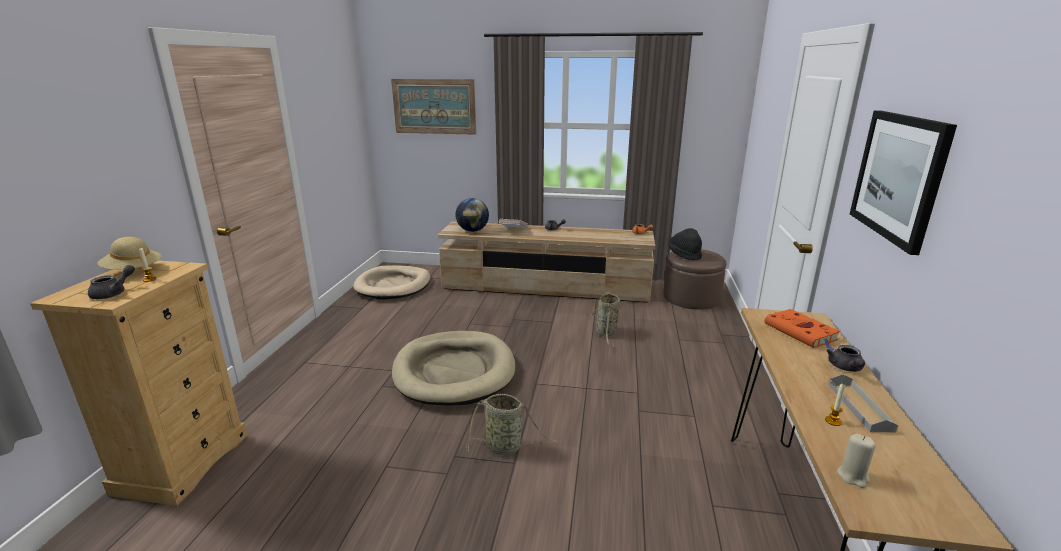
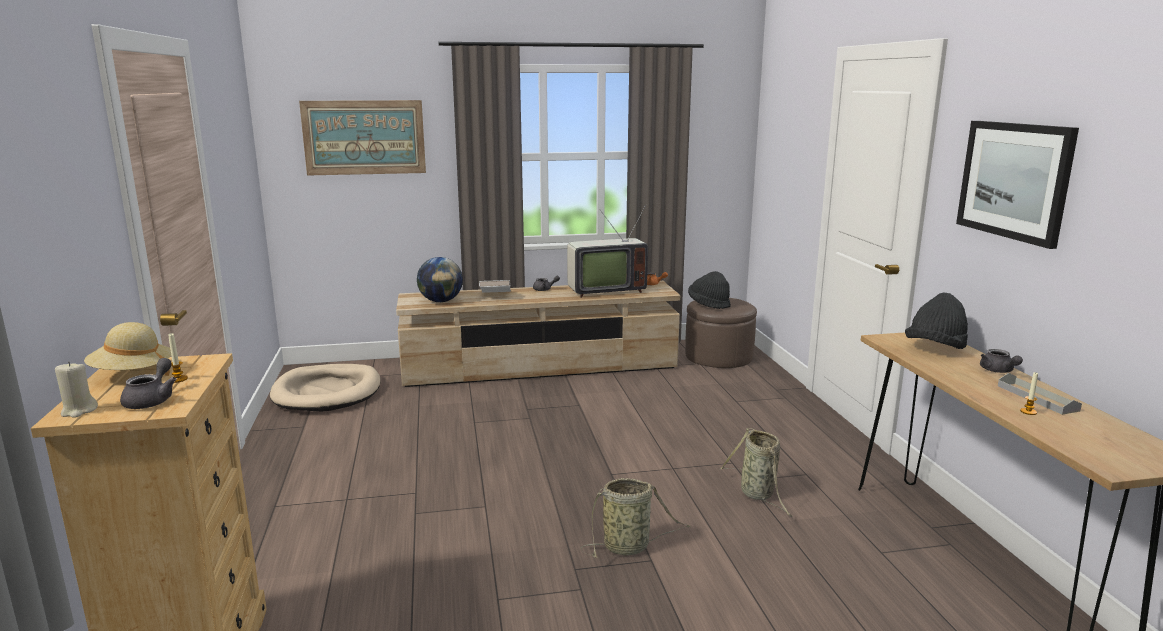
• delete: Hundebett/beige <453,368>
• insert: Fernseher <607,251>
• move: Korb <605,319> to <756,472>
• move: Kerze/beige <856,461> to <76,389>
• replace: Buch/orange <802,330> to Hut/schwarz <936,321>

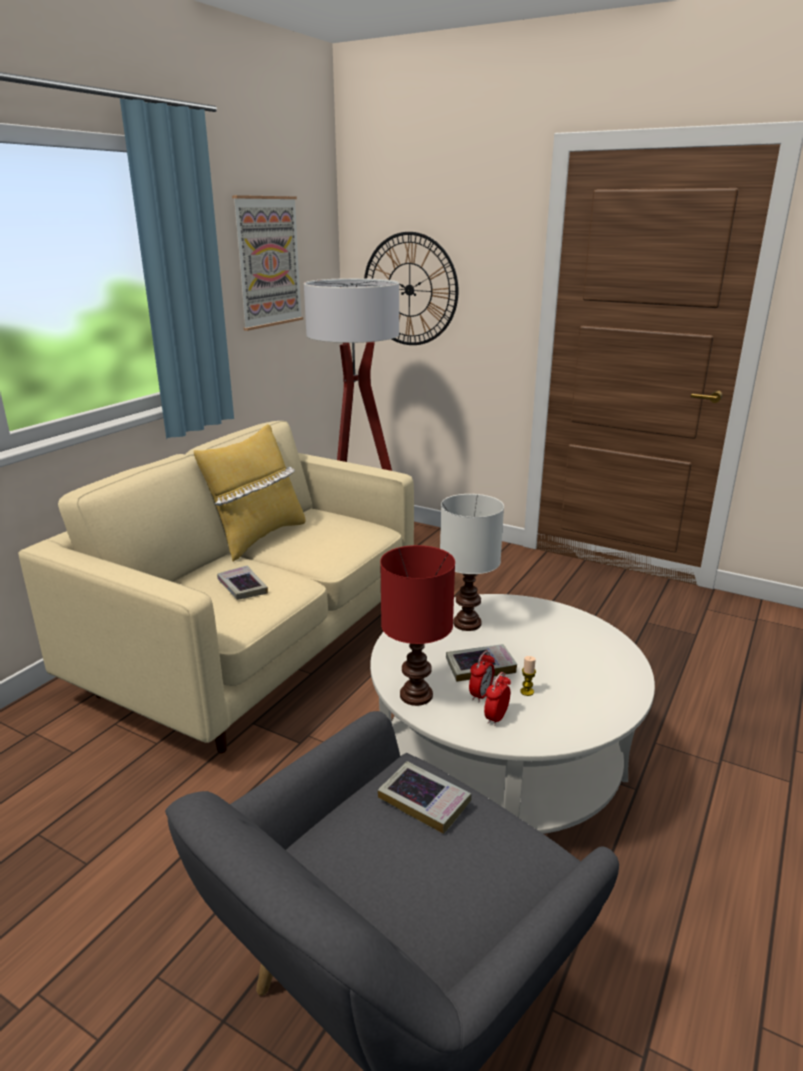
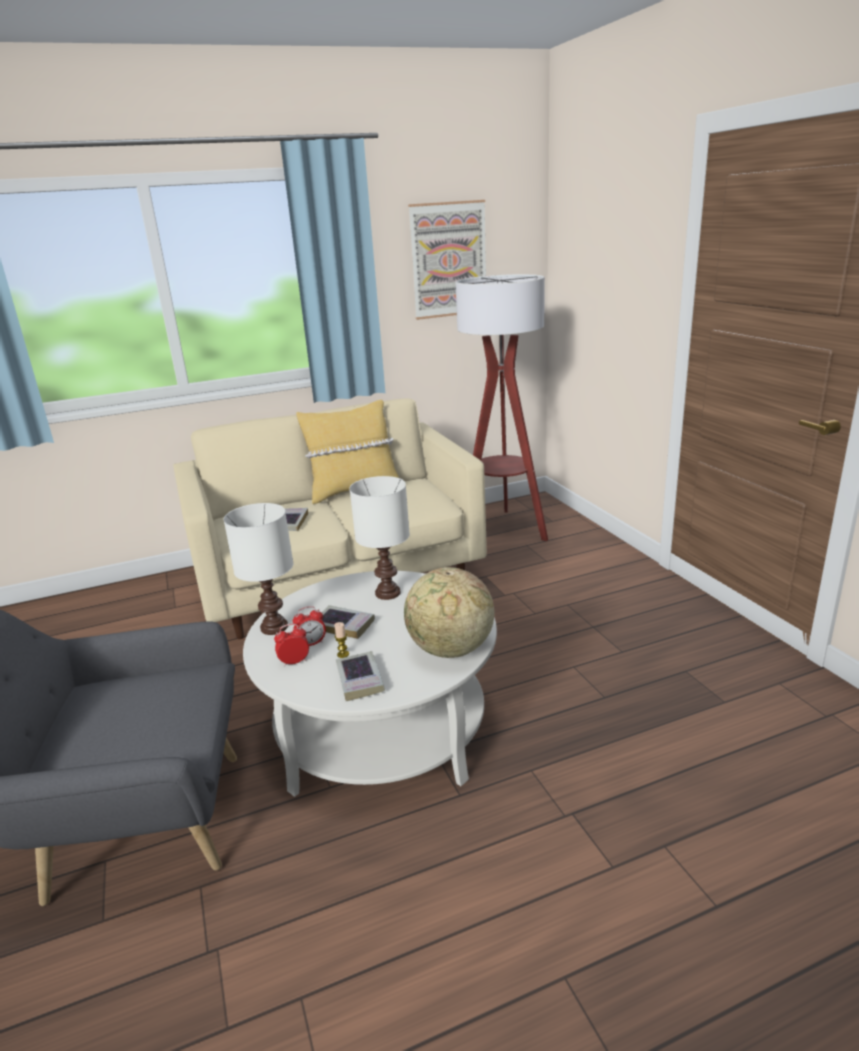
• delete: Wanduhr <411,288>
• insert: Globus <449,612>
• move: Buch <424,797> to <360,676>
• recolor: Tischlampe/rot <417,625> to Tischlampe/weiß <258,569>

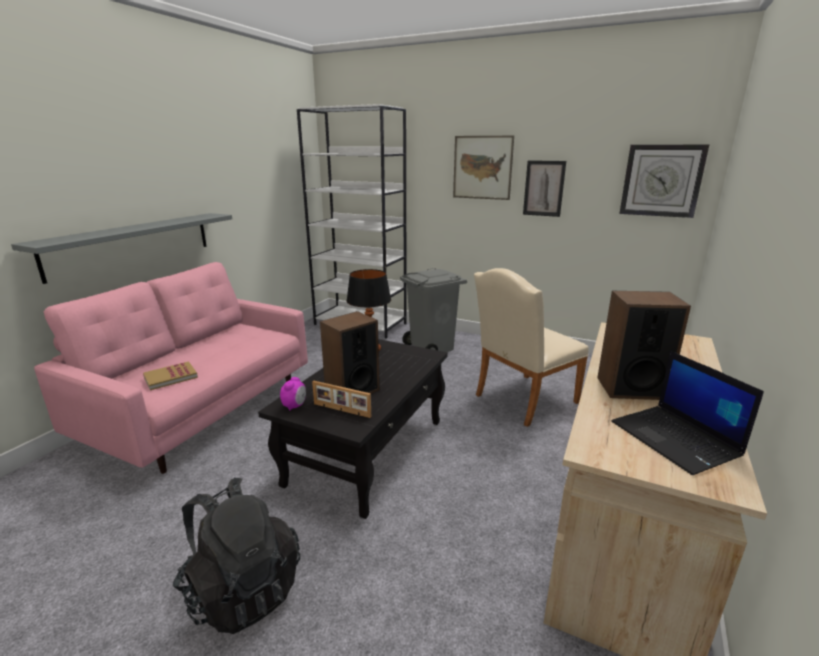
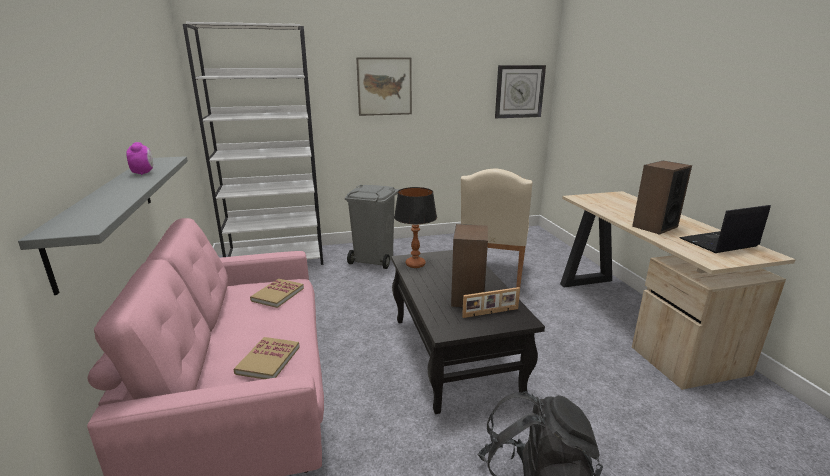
• delete: Bild <544,188>
• insert: Buch <277,293>
• move: Wecker <293,394> to <139,158>
• rotate: Laptop <687,413> = <725,229> 135 degrees clockwise

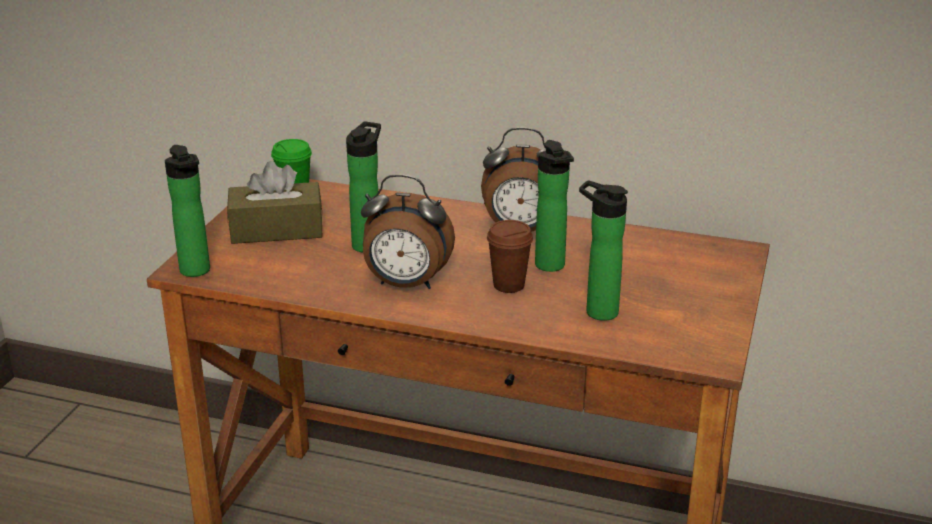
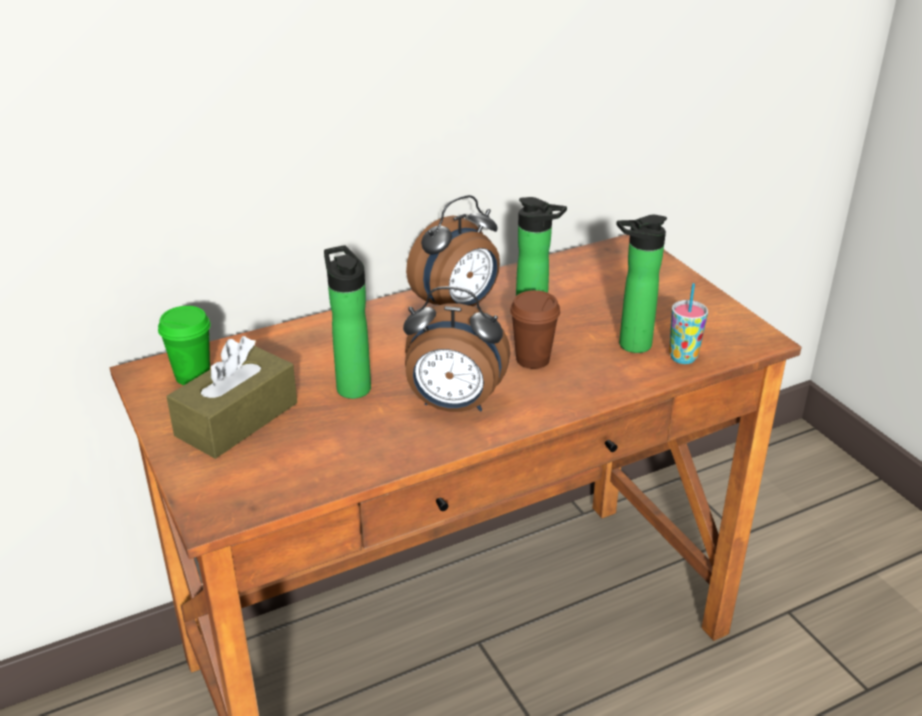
• delete: Flasche <187,211>
• insert: Tasse <688,323>
• rotate: Wecker <408,231> = <456,349> 45 degrees clockwise

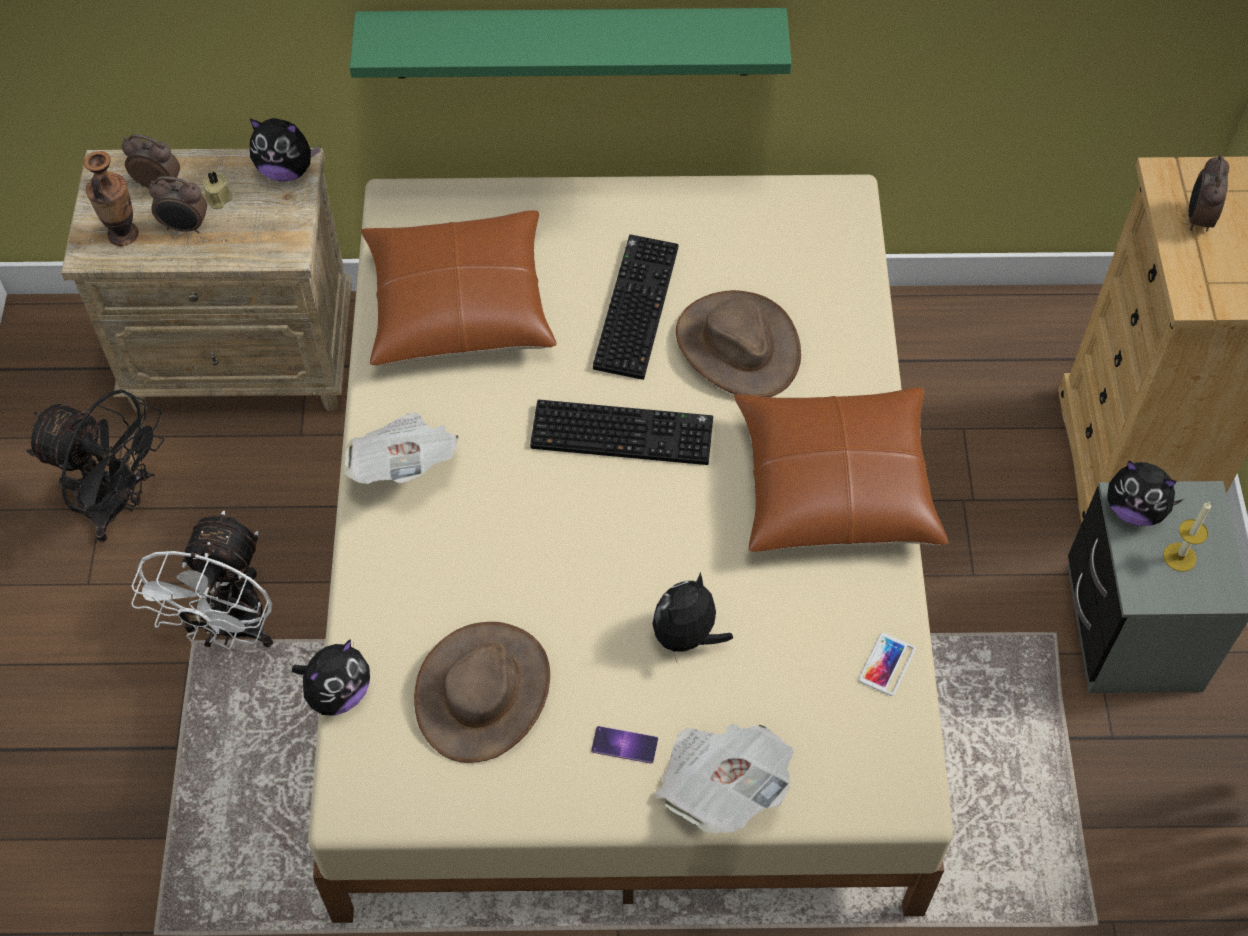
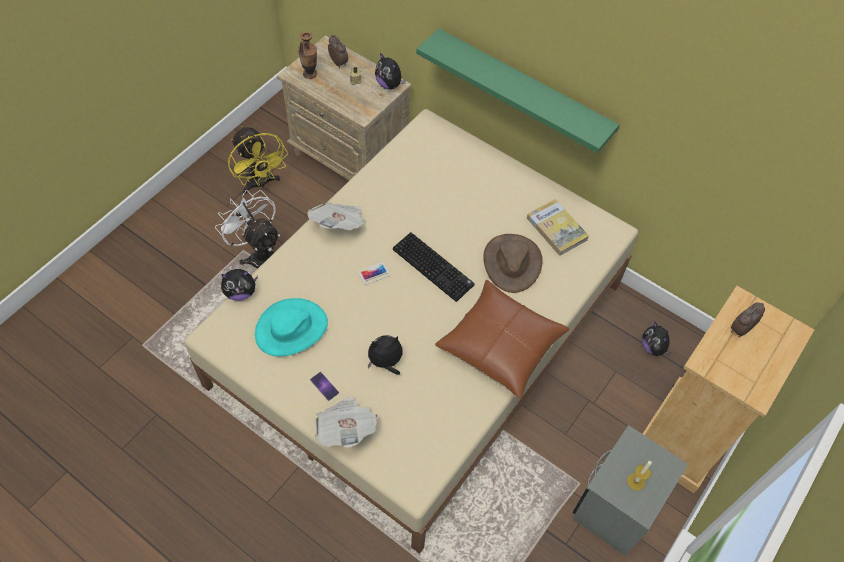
• delete: Wecker <178,205>
• delete: Kissen/braun <459,288>
• delete: Tastatur <636,307>
• insert: Buch <558,227>
• move: Handy <887,664> to <374,273>
• move: Plüschtier <1145,493> to <657,339>
• recolor: Ventilator/schwarz <95,465> to Ventilator/gelb <258,160>
• recolor: Hut/braun <482,692> to Hut/türkis <291,327>
• rotate: Ventilator/weiß <202,580> = <247,229> 90 degrees clockwise

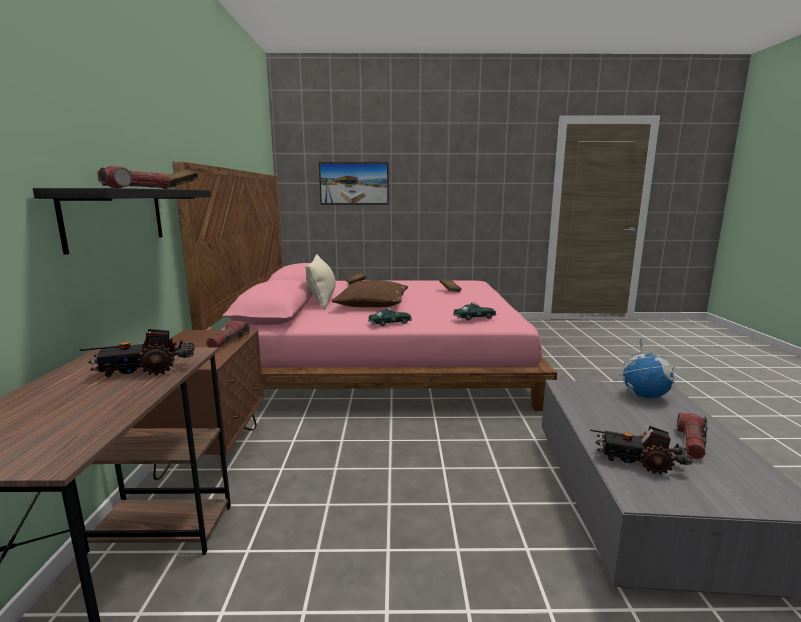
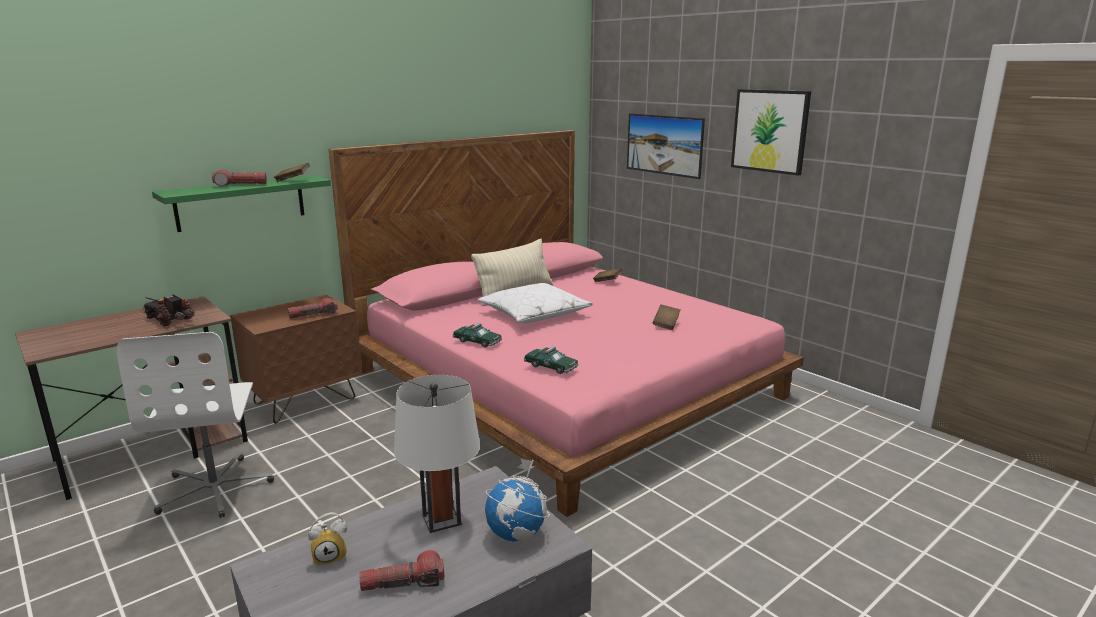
• insert: Bürostuhl/weiß <195,425>
• insert: Tischlampe/weiß <437,454>
• insert: Bild <771,132>
• replace: Spielzeuglaster <641,450> to Wecker <327,539>
• recolor: Wandregal/schwarz <122,221> to Wandregal/grün <241,203>
• recolor: Kissen/braun <369,294> to Kissen/weiß <535,303>

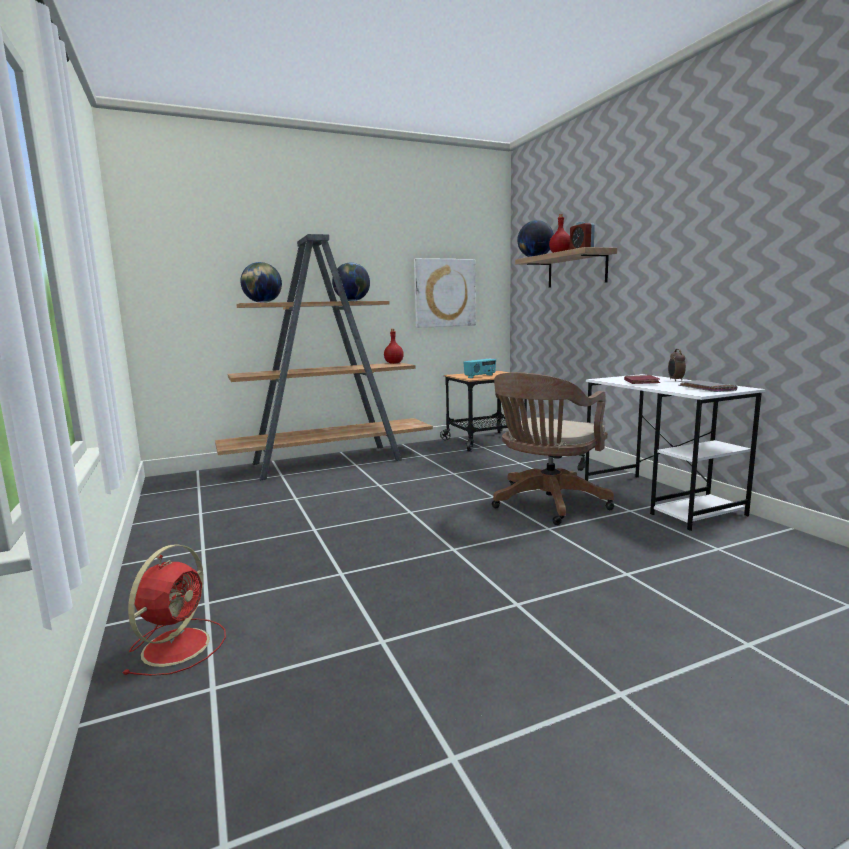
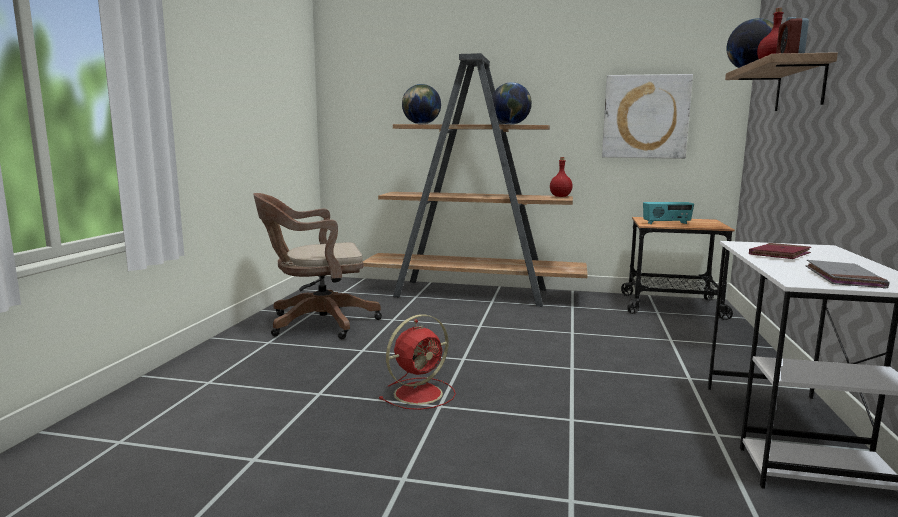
• delete: Wecker <677,365>
• move: Ventilator/rot <174,610> to <417,362>
• move: Bürostuhl/braun <553,448> to <317,266>

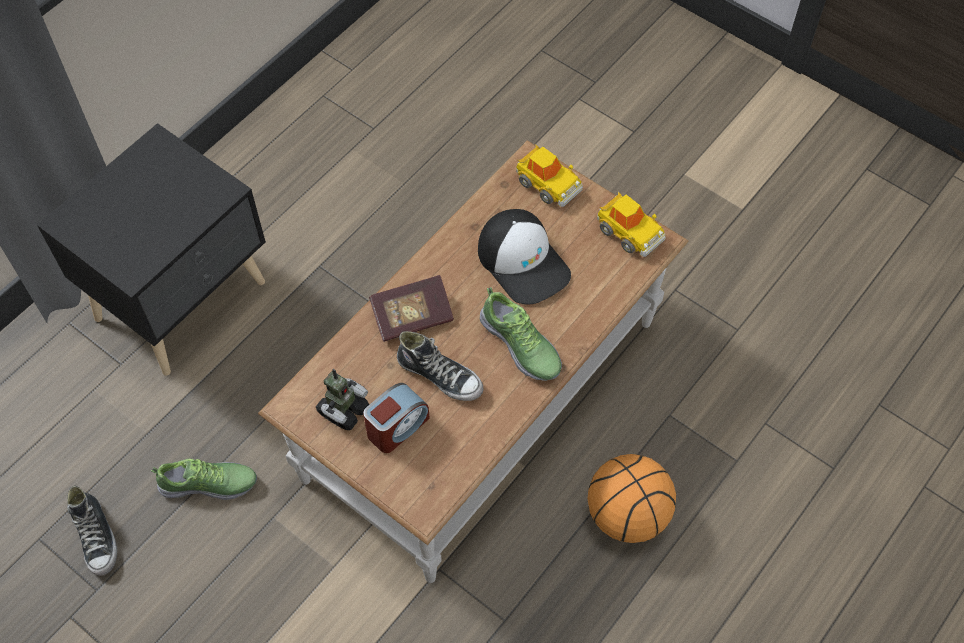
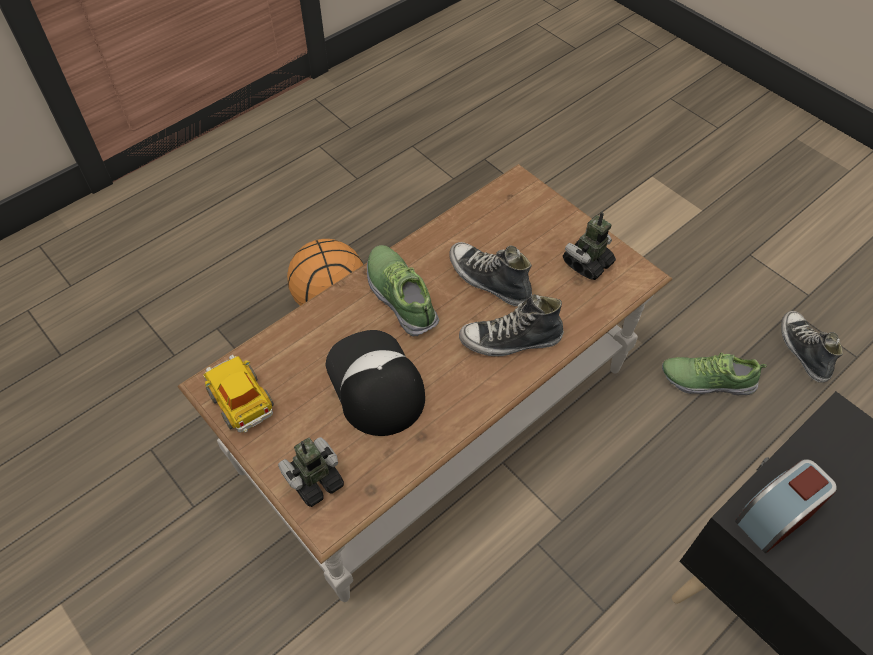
• move: Wecker <396,418> to <786,506>
• replace: Buch <411,308> to Schuh <511,325>
• replace: Spielzeugauto <549,176> to Spielzeugroboter <311,472>

